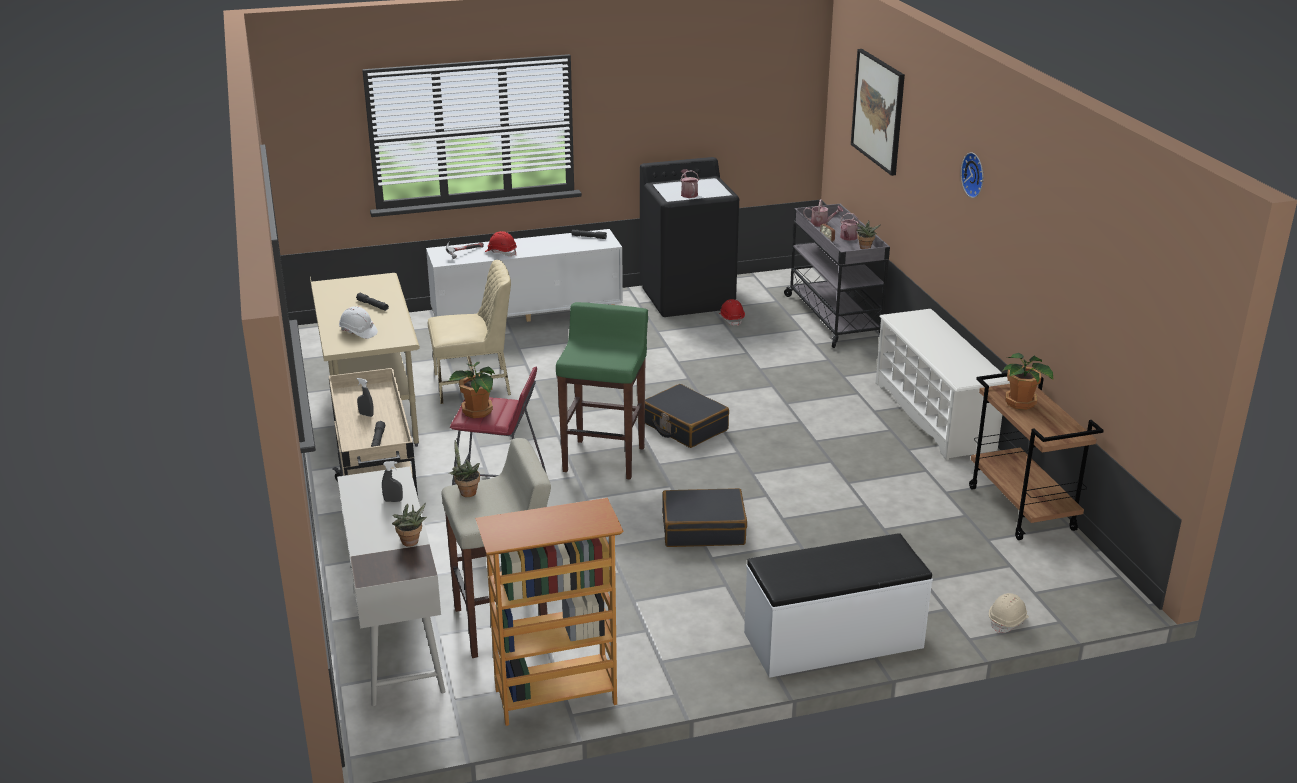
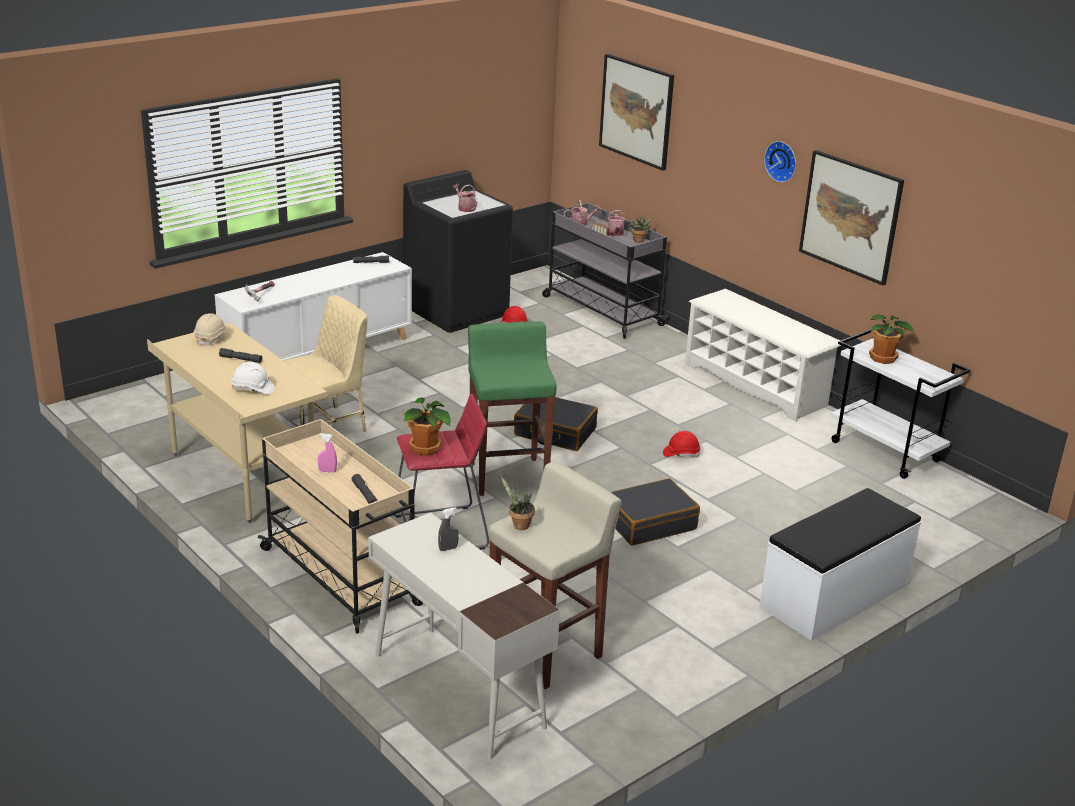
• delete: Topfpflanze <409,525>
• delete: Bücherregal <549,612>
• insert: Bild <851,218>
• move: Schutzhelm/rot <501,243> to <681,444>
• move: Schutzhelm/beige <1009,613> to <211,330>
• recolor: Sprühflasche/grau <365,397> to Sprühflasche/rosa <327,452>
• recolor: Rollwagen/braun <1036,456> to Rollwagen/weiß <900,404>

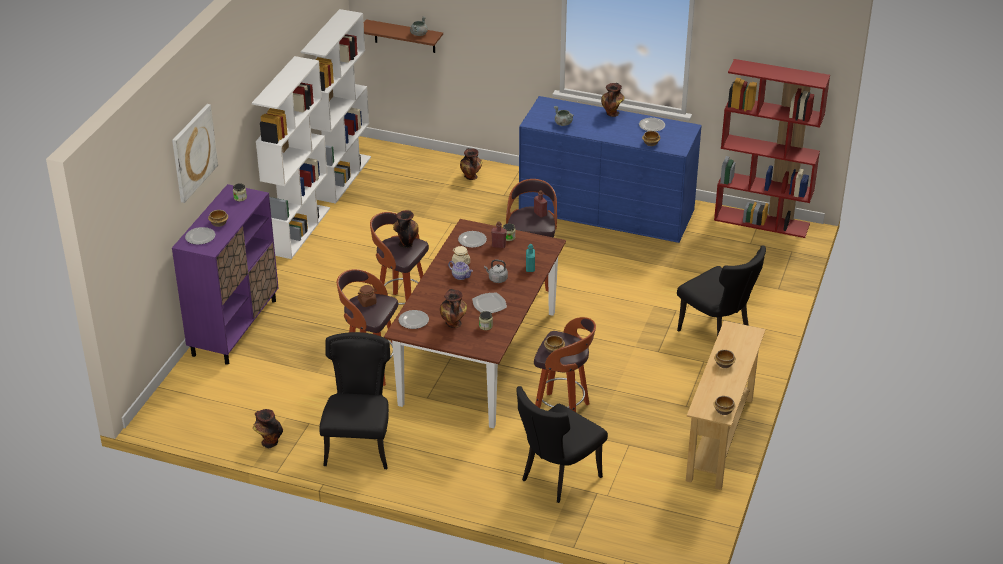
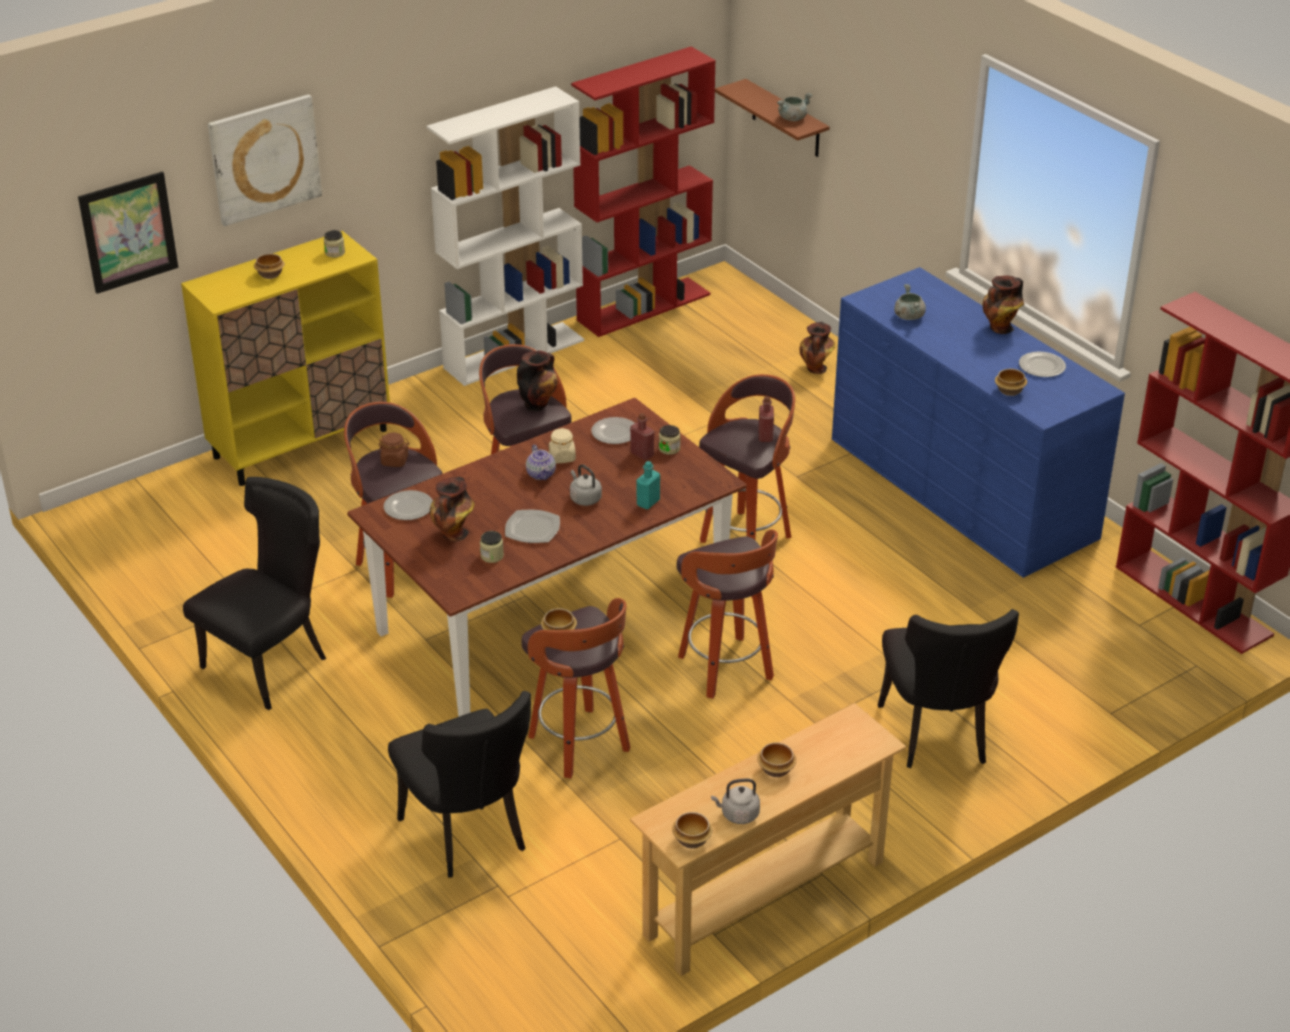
• delete: Teller <200,236>
• delete: Vase <268,428>
• insert: Bild <128,233>
• insert: Hocker <727,614>
• insert: Wasserkessel/grau <735,801>
• recolor: Schrank/lila <225,274> to Schrank/gelb <285,358>
• recolor: Bücherregal/weiß <336,106> to Bücherregal/rot <643,192>
• rotate: Stuhl/schwarz <562,444> = <459,784> 105 degrees counterclockwise

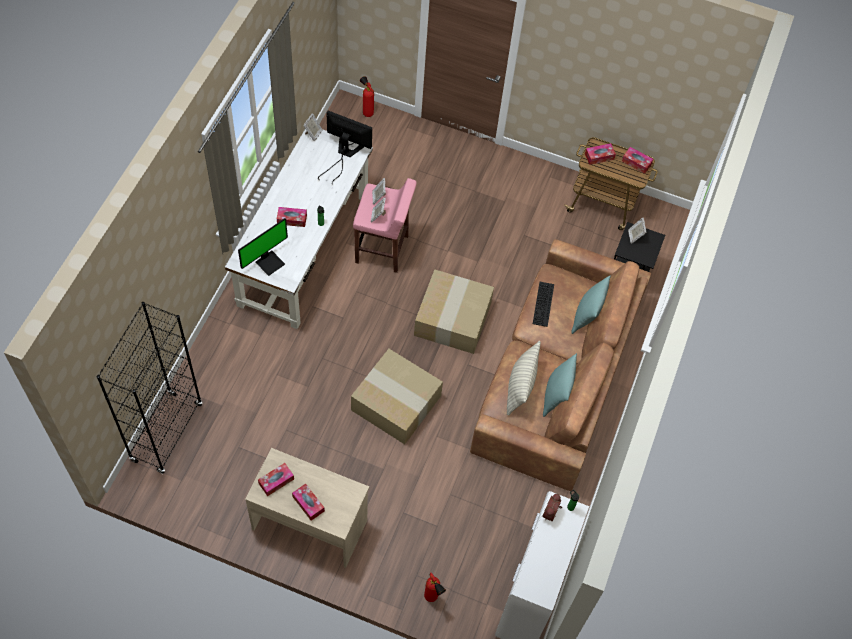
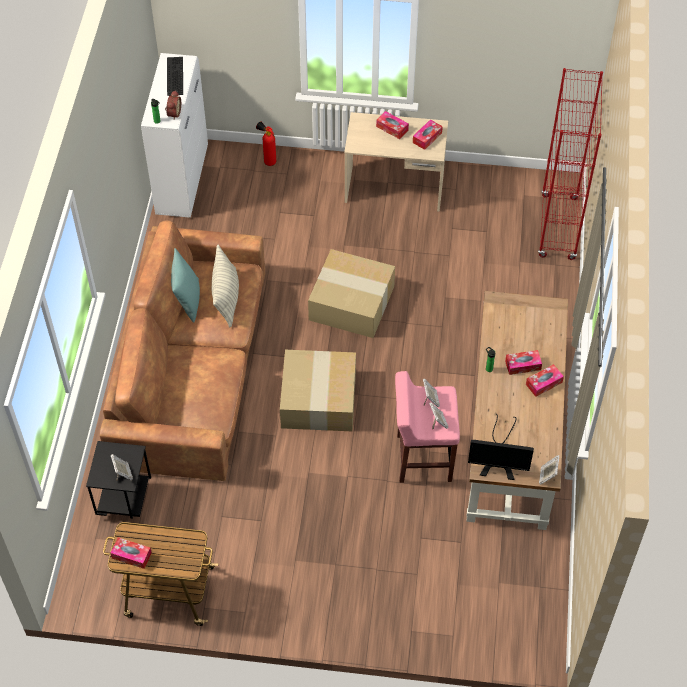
• delete: Monitor <263,247>
• delete: Feuerlöscher <367,96>
• delete: Kissen/türkis <591,304>
• move: Tastatur <543,304> to <175,76>
• move: Taschentuchbox <600,154> to <545,380>
• recolor: Bücherregal/schwarz <149,388> to Bücherregal/rot <570,164>
• recolor: Schreibtisch/weiß <299,229> to Schreibtisch/braun <517,410>

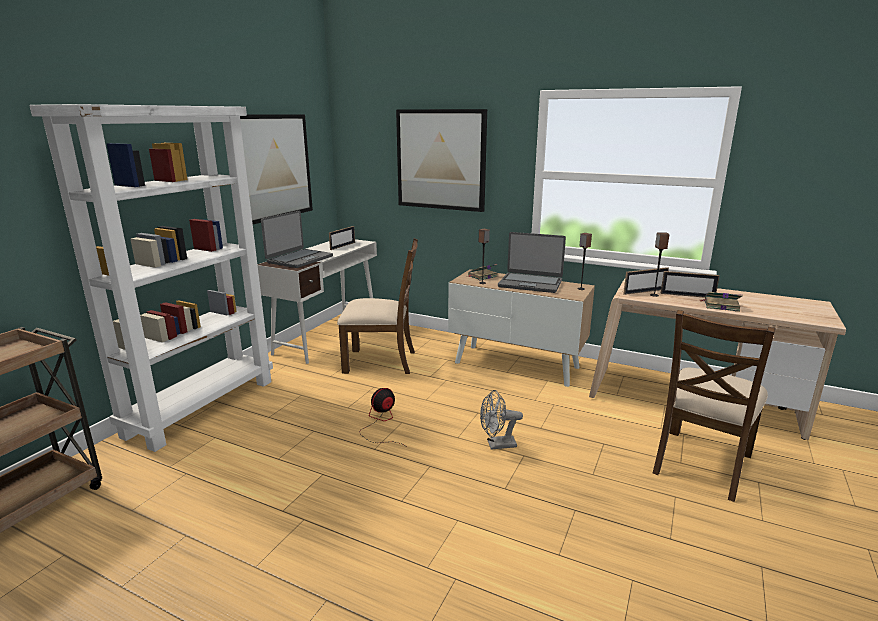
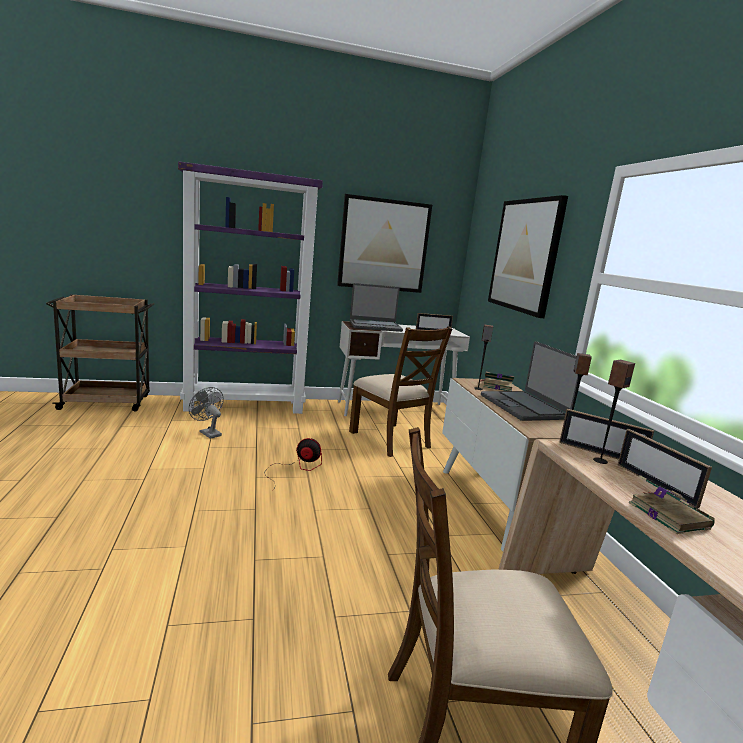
• move: Ventilator/grau <501,420> to <206,413>
• recolor: Bücherregal/weiß <151,278> to Bücherregal/lila <250,287>

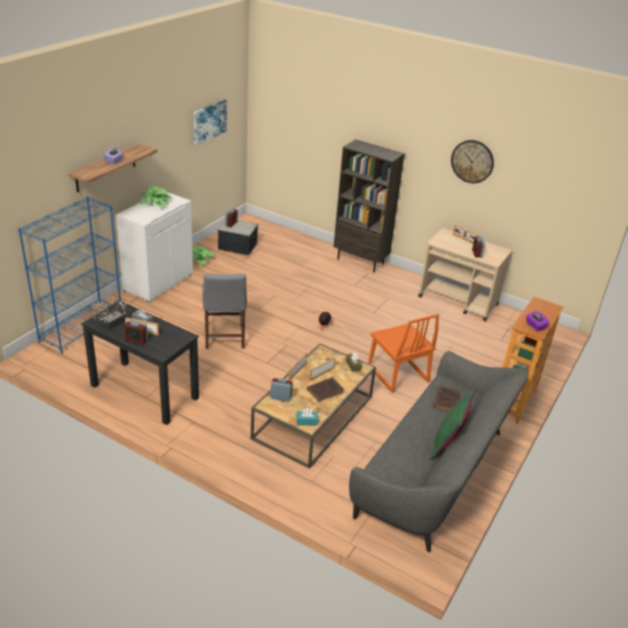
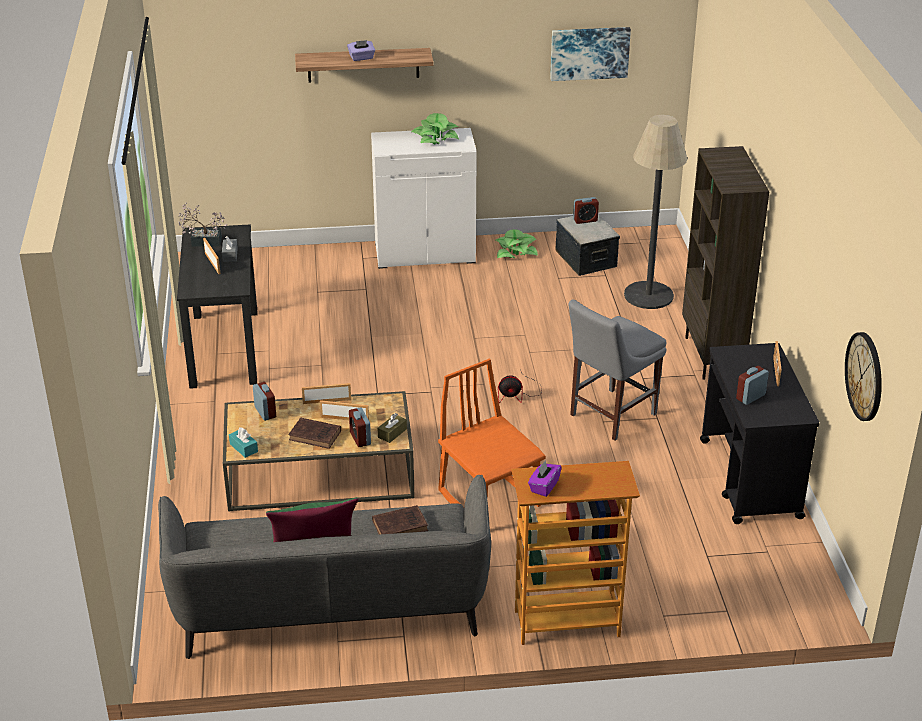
• delete: Bücherregal/blau <69,275>
• insert: Stehlampe <656,212>
• move: Wecker <136,332> to <360,427>
• move: Stuhl/grau <225,311> to <617,369>
• move: Wanduhr <472,161> to <863,376>
• recolor: Rollwagen/beige <465,274> to Rollwagen/schwarz <759,433>
• rotate: Stuhl/orange <403,353> = <492,433> 120 degrees clockwise

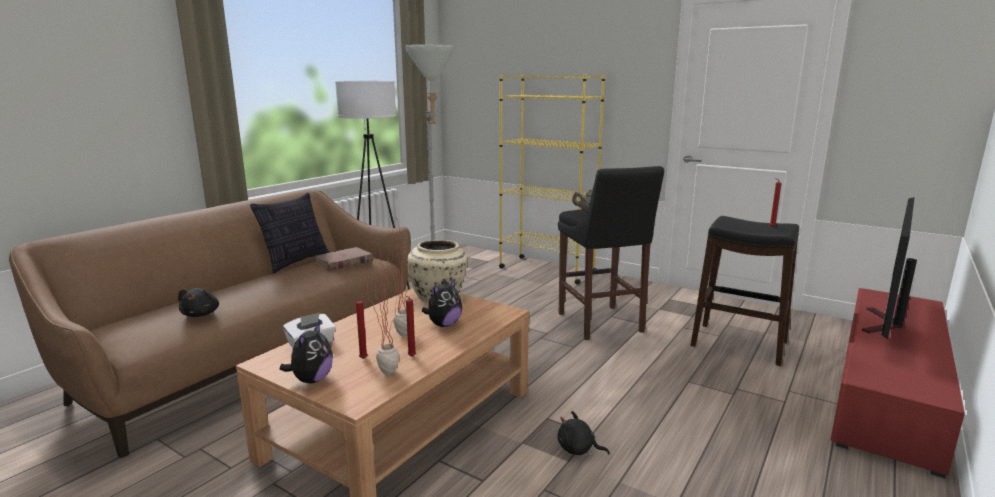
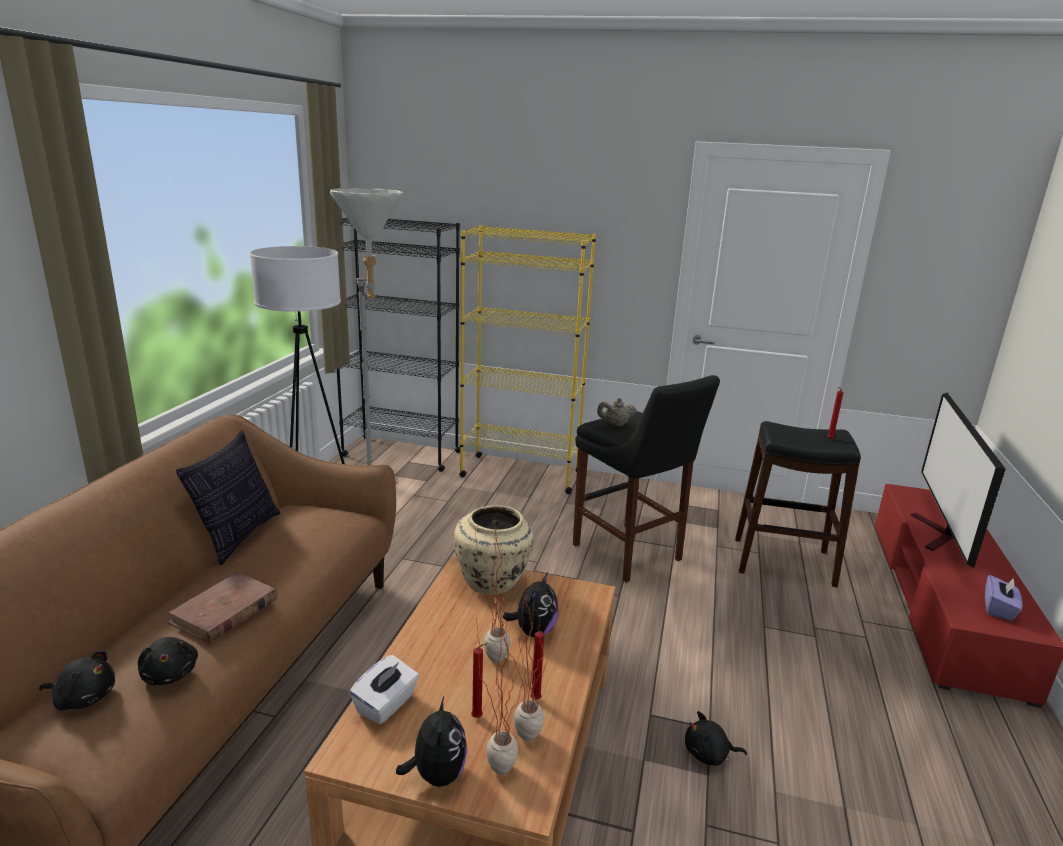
• insert: Plüschtier/schwarz <77,680>
• insert: Bücherregal/schwarz <398,345>
• insert: Topfpflanze <500,688>
• insert: Taschentuchbox/lila <1003,598>
• move: Buch/braun <343,259> to <222,607>

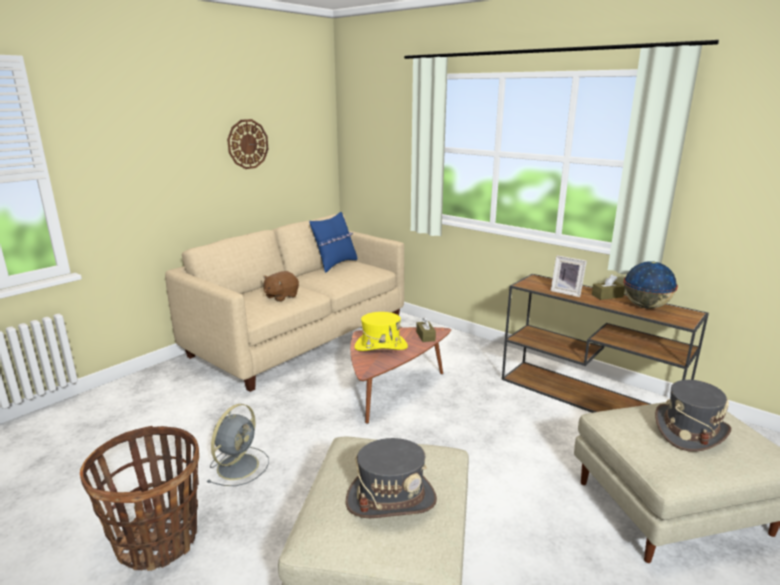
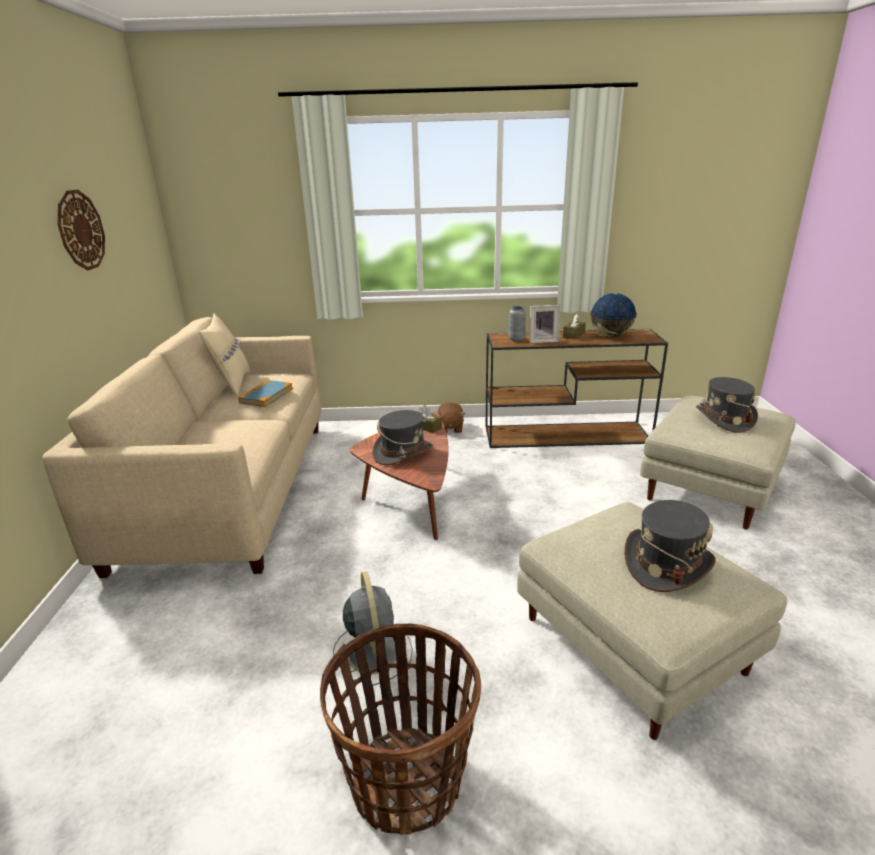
• insert: Buch <265,393>
• insert: Vase/grau <517,324>
• move: Plüschtier/braun <281,286> to <451,417>
• recolor: Kissen/blau <333,242> to Kissen/beige <224,355>
• recolor: Hut/gelb <381,331> to Hut/grau <403,437>

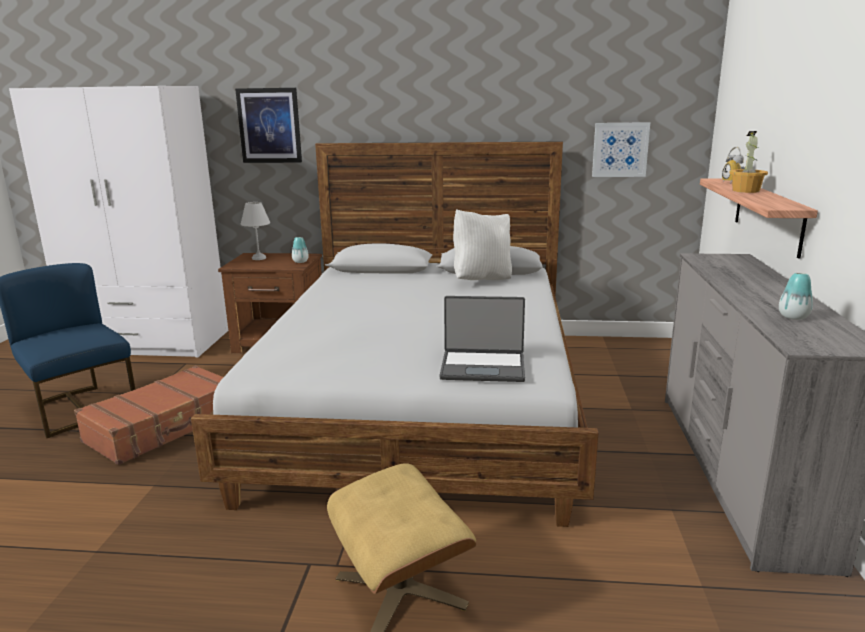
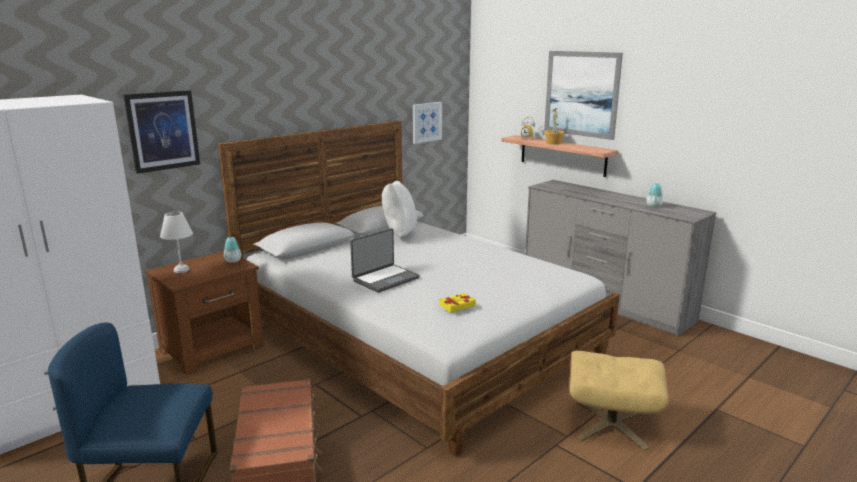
• insert: Buch/gelb <457,303>
• insert: Bild <583,95>
• move: Laptop <482,339> to <385,260>

